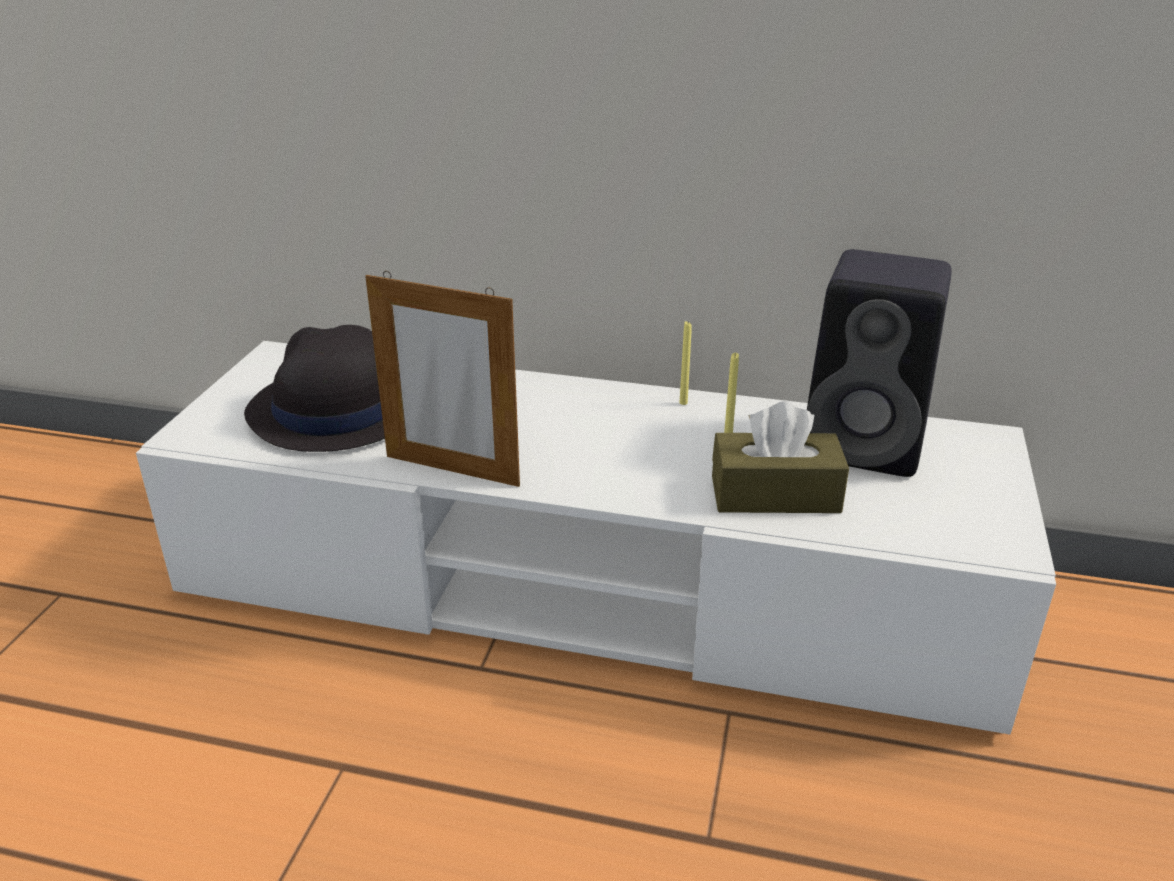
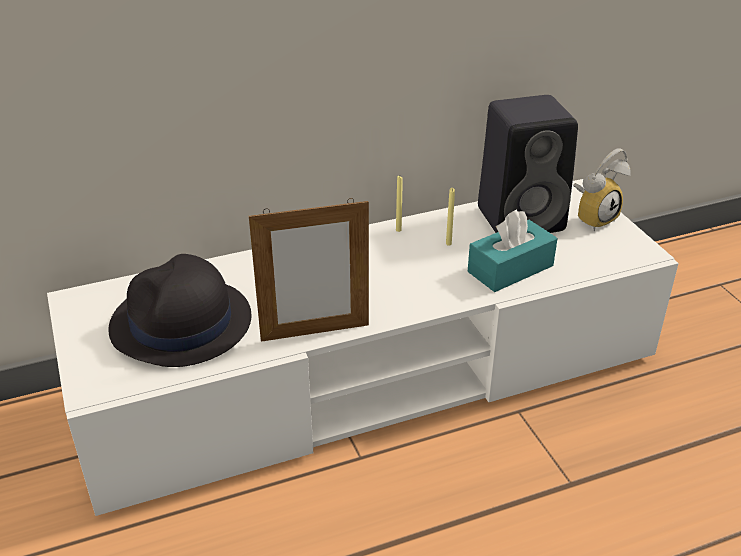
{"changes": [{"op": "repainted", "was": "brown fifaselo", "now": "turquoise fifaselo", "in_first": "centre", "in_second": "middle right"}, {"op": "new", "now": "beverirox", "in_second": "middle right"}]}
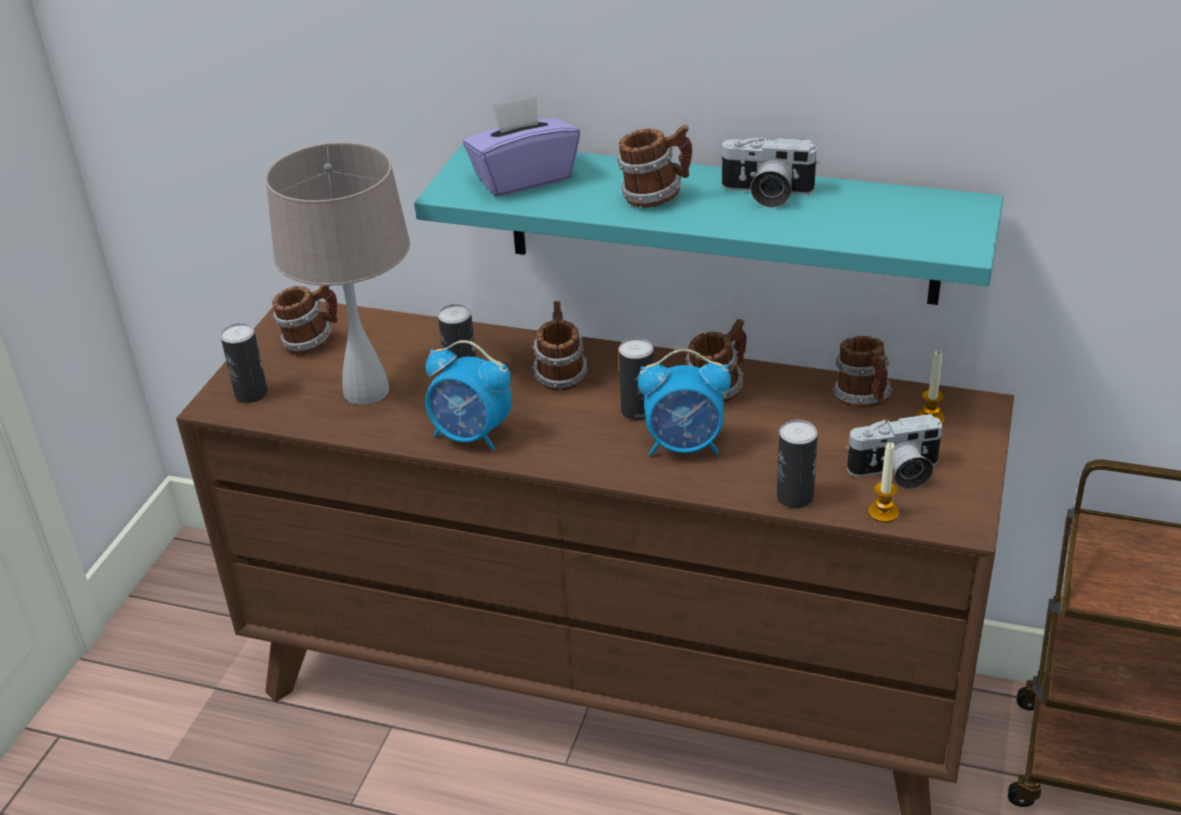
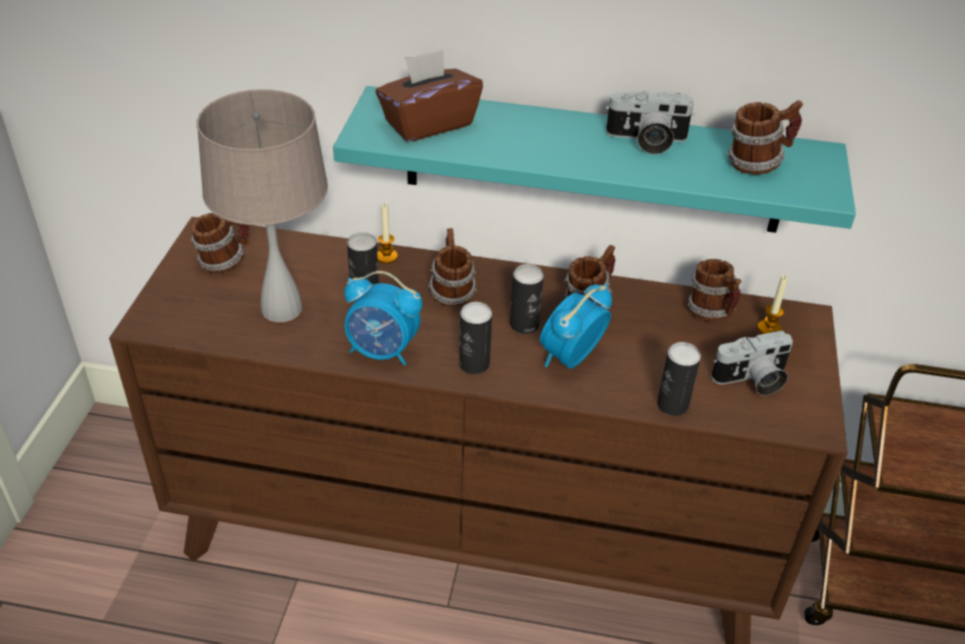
{"changes": [{"op": "repainted", "was": "purple fifaselo", "now": "brown fifaselo", "in_first": "top centre", "in_second": "top centre"}, {"op": "shifted", "was": "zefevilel (no. 1 from left)", "in_first": "middle right", "in_second": "centre"}, {"op": "shifted", "was": "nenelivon (no. 1 from left in the first image)", "now": "nenelivon (no. 2 from left)", "in_first": "middle left", "in_second": "centre"}, {"op": "rotated", "was": "beverirox (no. 2 from left)", "in_first": "centre", "in_second": "centre", "clockwise": 135}, {"op": "shifted", "was": "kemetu (no. 3 from left in the first image)", "now": "kemetu (no. 5 from left)", "in_first": "top centre", "in_second": "top right"}]}
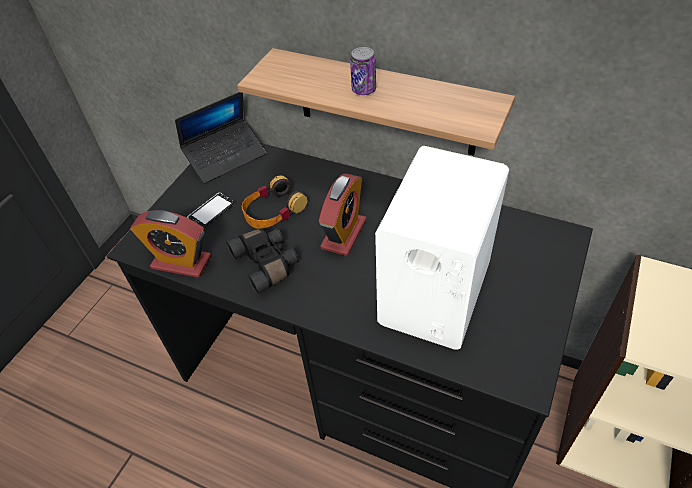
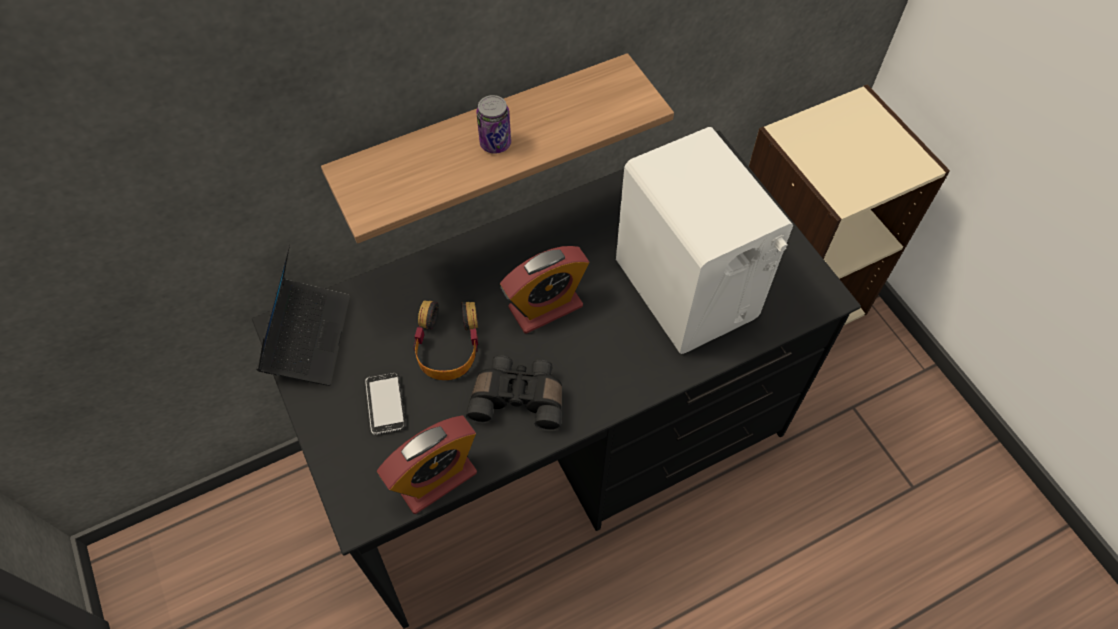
{"changes": [{"op": "rotated", "was": "beverirox (no. 2 from left)", "in_first": "centre", "in_second": "centre", "clockwise": 90}]}
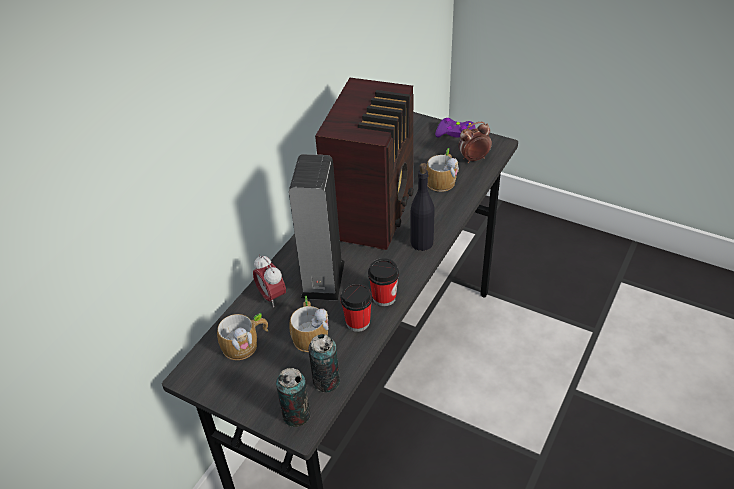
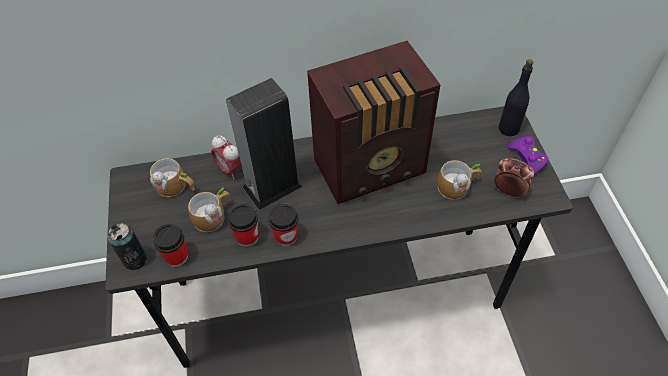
{"changes": [{"op": "swapped", "was": "nenelivon (no. 2 from left)", "now": "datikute (no. 1 from left)", "in_first": "bottom centre", "in_second": "middle left"}, {"op": "rotated", "was": "beverirox (no. 1 from left)", "in_first": "centre", "in_second": "centre", "clockwise": -60}, {"op": "shifted", "was": "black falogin", "in_first": "centre", "in_second": "top right"}]}
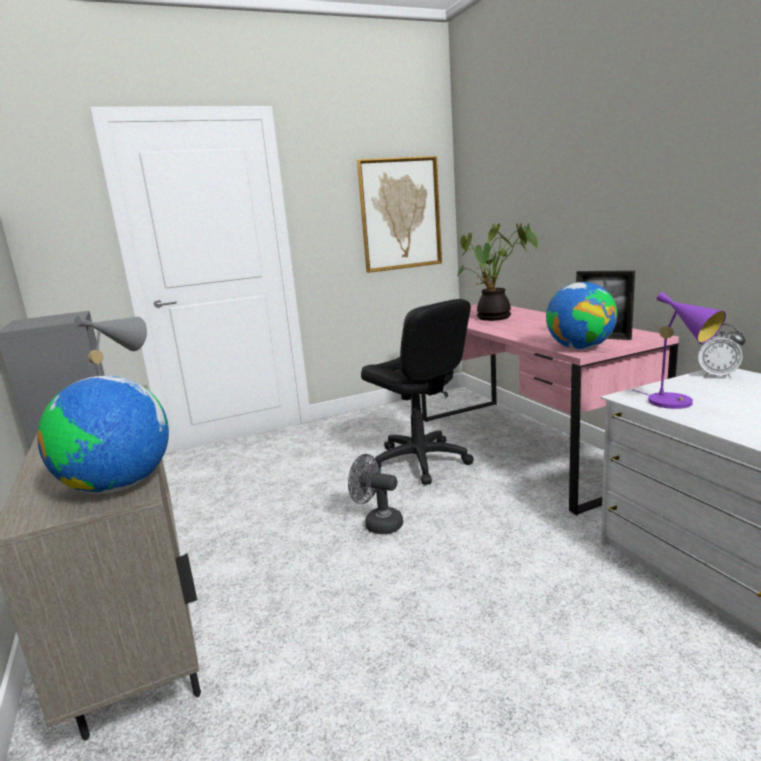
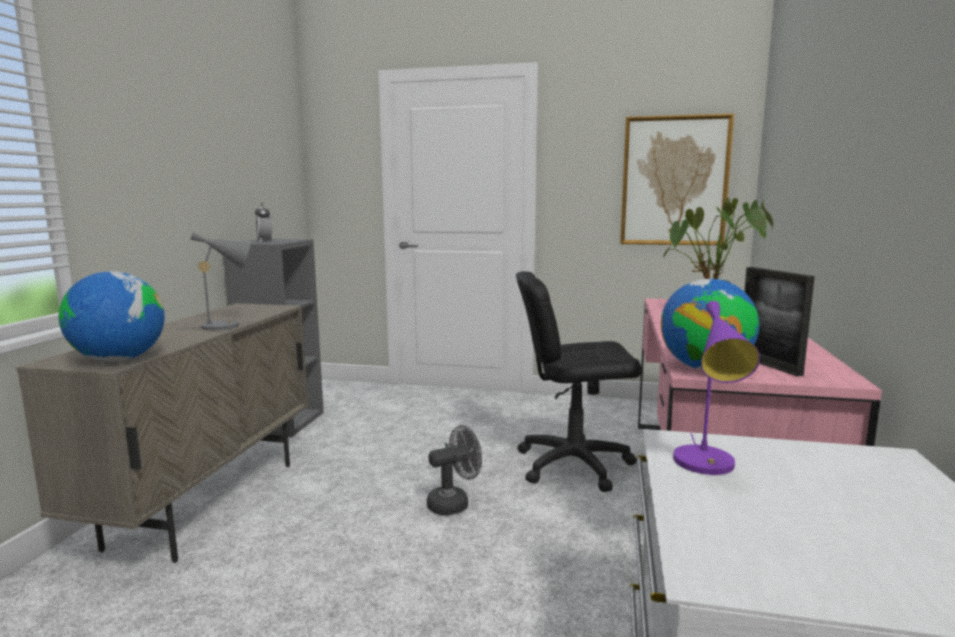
{"changes": [{"op": "shifted", "was": "beverirox", "in_first": "middle right", "in_second": "middle left"}, {"op": "rotated", "was": "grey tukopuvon", "in_first": "centre", "in_second": "bottom centre", "clockwise": 90}, {"op": "rotated", "was": "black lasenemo", "in_first": "centre", "in_second": "centre", "clockwise": 90}]}
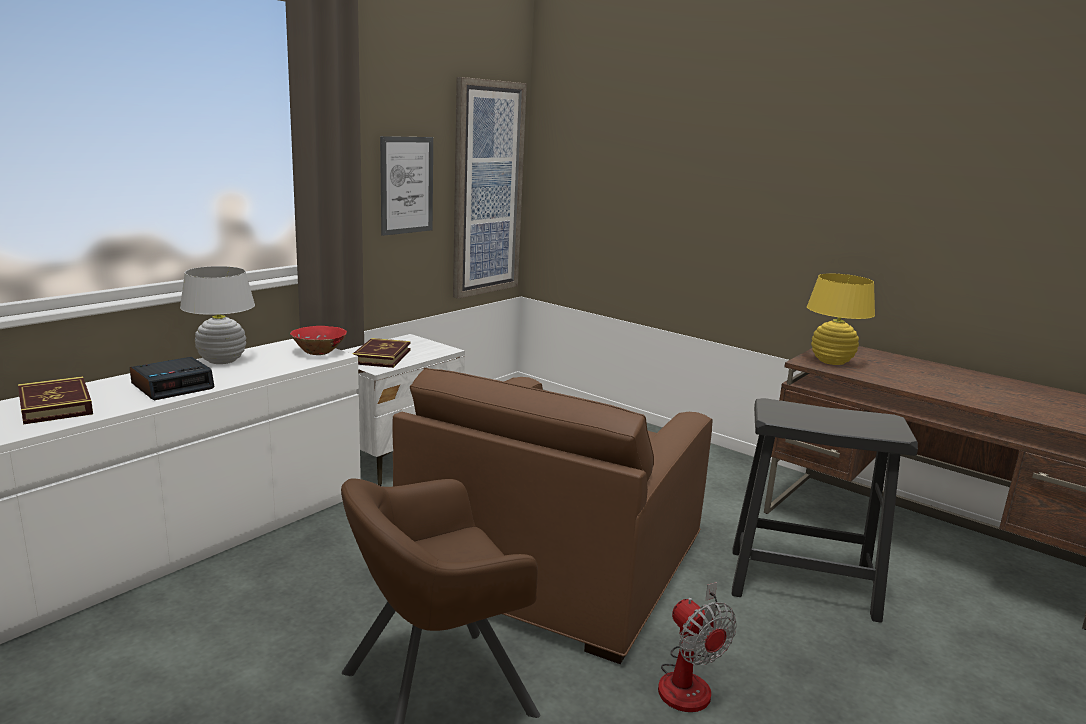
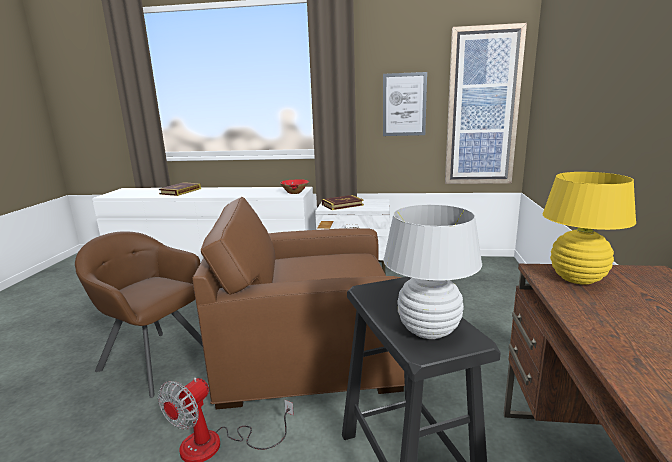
{"changes": [{"op": "shifted", "was": "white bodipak", "in_first": "middle left", "in_second": "centre"}, {"op": "gone", "was": "beverirox", "in_first": "middle left"}]}
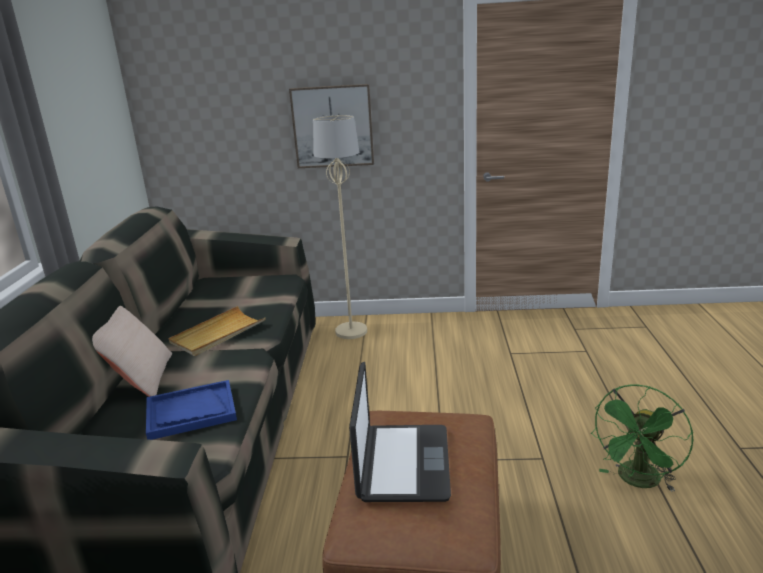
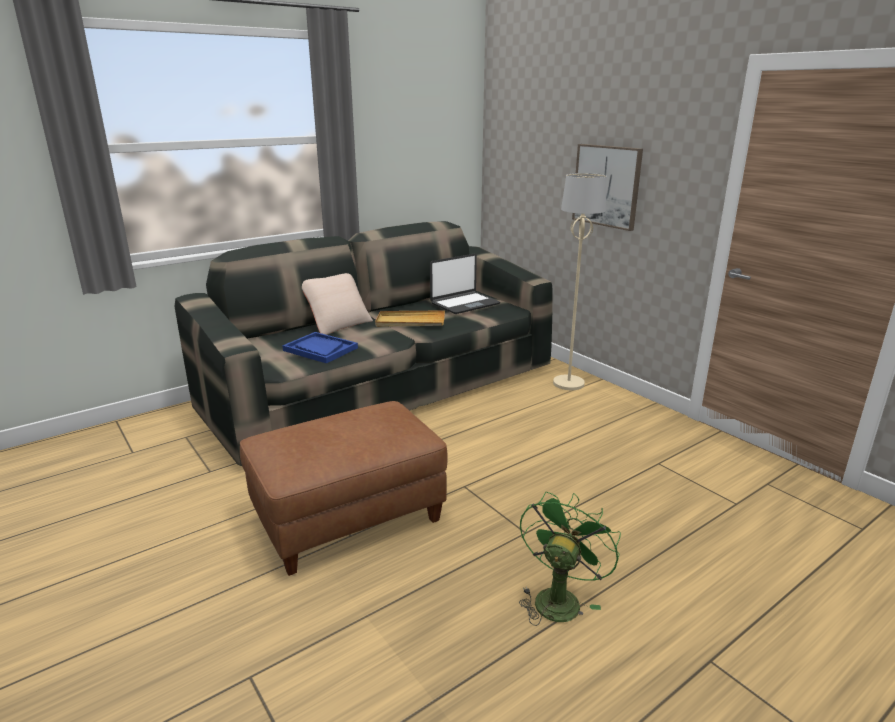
{"changes": [{"op": "shifted", "was": "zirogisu", "in_first": "bottom centre", "in_second": "centre"}, {"op": "rotated", "was": "green tukopuvon", "in_first": "bottom right", "in_second": "bottom centre", "clockwise": 120}]}
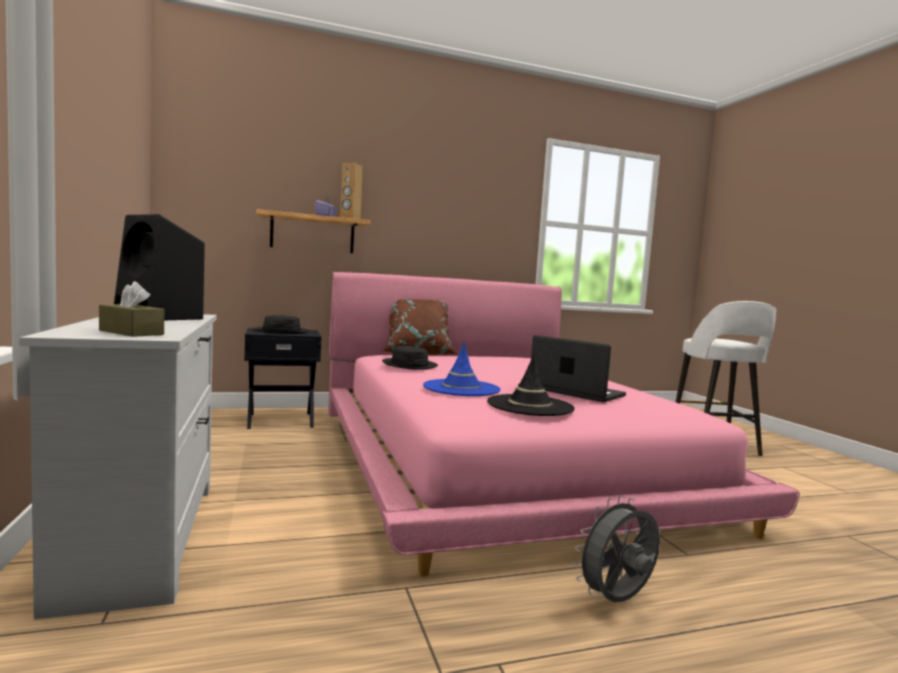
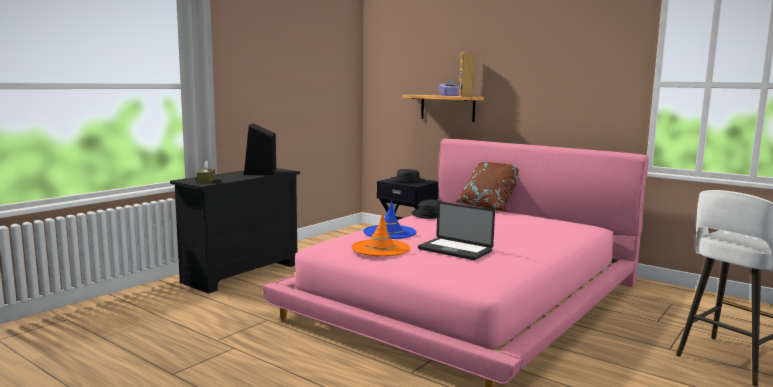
{"changes": [{"op": "repainted", "was": "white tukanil", "now": "black tukanil", "in_first": "bottom left", "in_second": "middle left"}, {"op": "repainted", "was": "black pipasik (no. 3 from left)", "now": "orange pipasik", "in_first": "centre", "in_second": "centre"}, {"op": "rotated", "was": "zirogisu", "in_first": "centre", "in_second": "centre", "clockwise": 120}, {"op": "gone", "was": "grey tukopuvon", "in_first": "bottom right"}]}
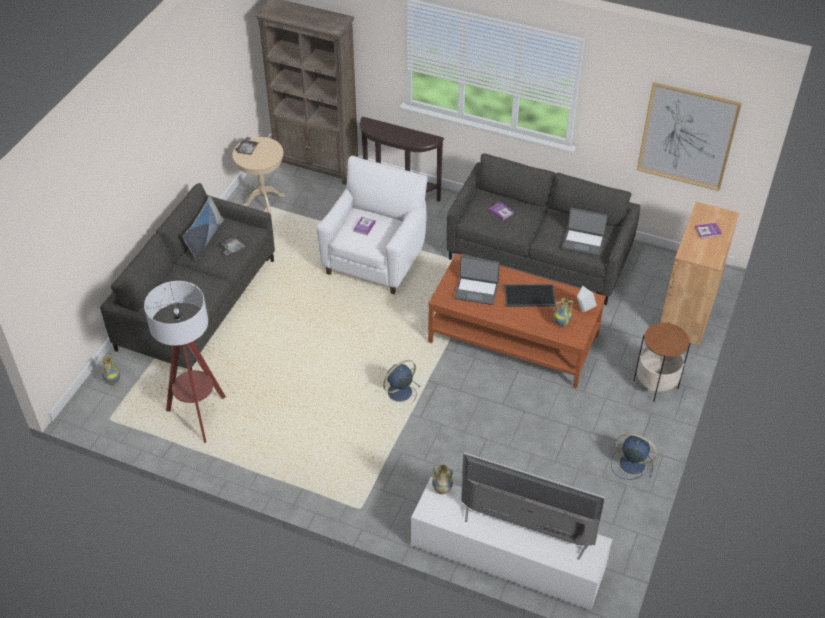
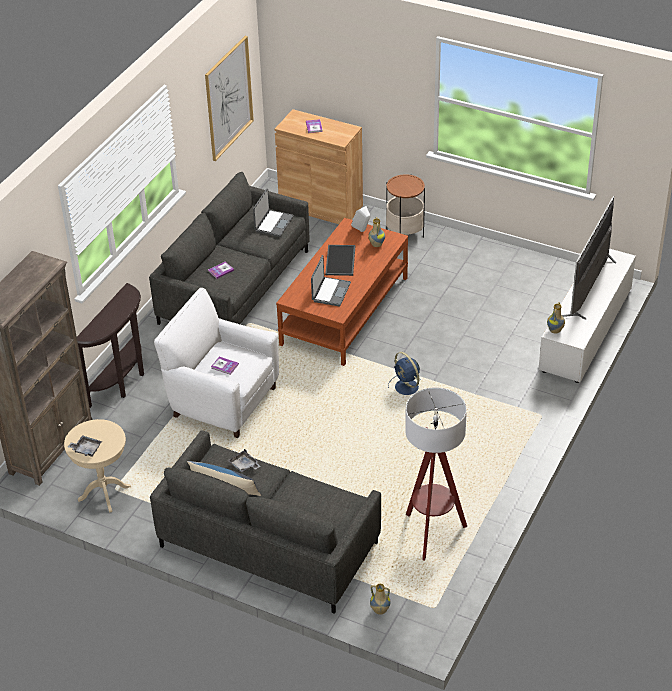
{"changes": [{"op": "gone", "was": "blue tukopuvon (no. 2 from left)", "in_first": "bottom right"}]}
